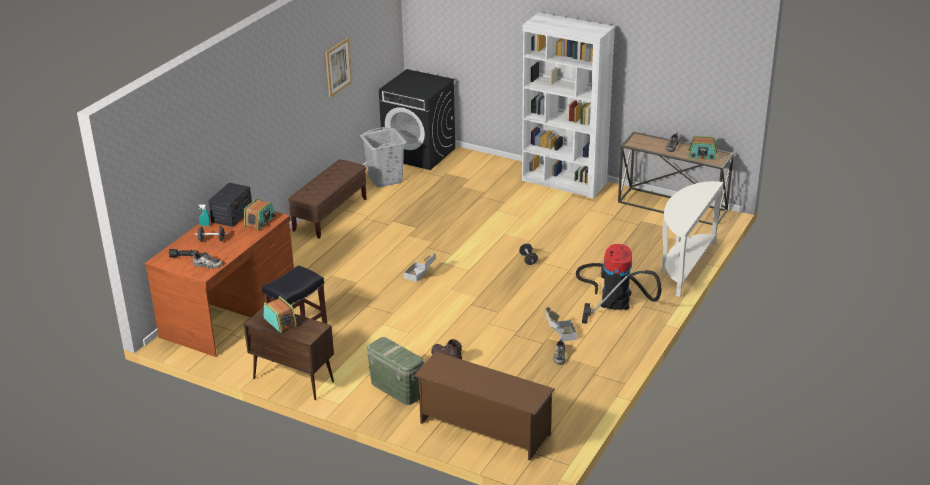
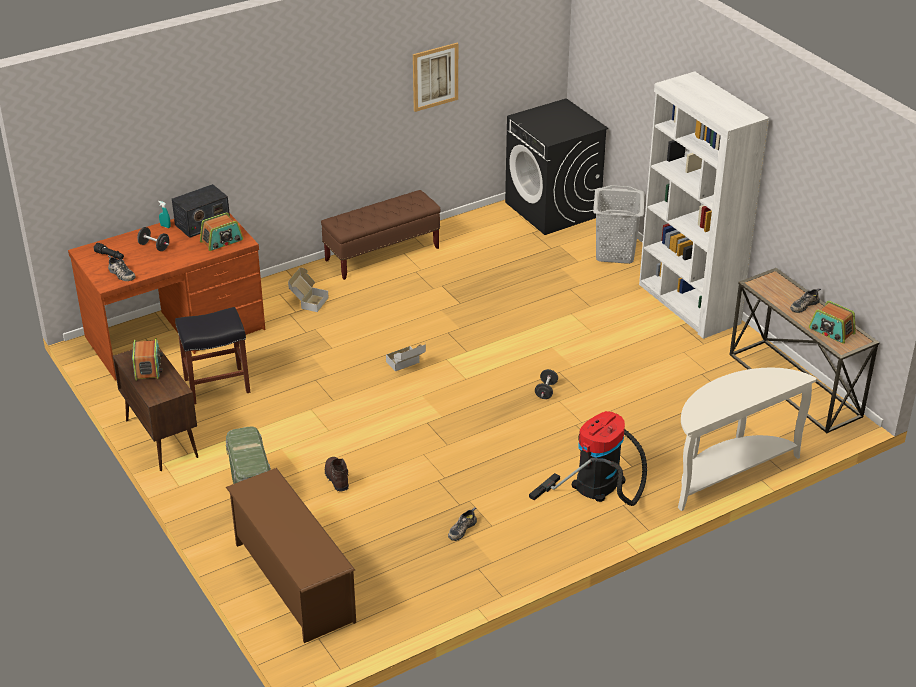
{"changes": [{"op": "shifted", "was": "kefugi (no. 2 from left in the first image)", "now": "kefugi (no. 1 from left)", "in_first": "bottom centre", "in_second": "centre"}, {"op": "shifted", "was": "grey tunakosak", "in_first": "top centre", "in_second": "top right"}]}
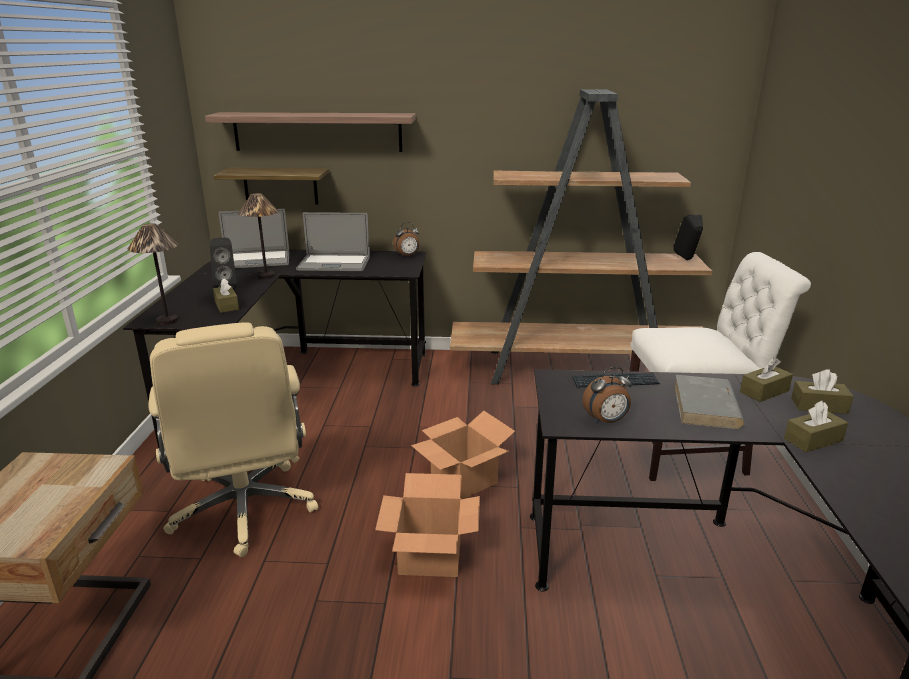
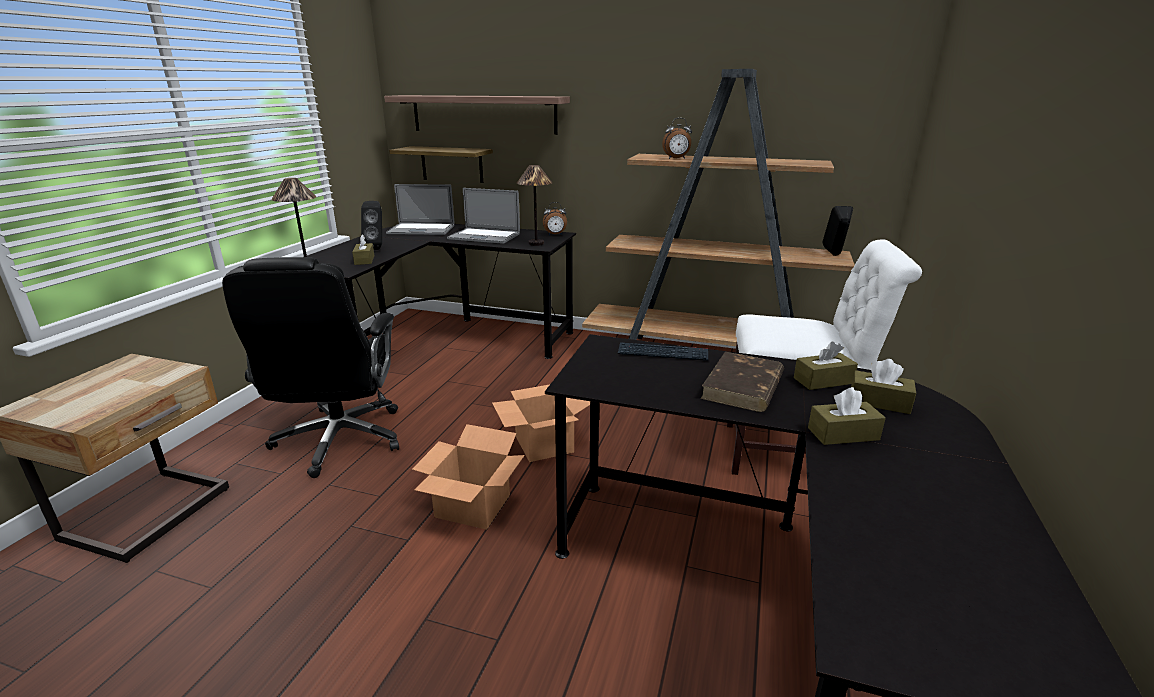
{"changes": [{"op": "repainted", "was": "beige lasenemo", "now": "black lasenemo", "in_first": "middle left", "in_second": "middle left"}, {"op": "shifted", "was": "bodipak (no. 2 from left)", "in_first": "middle left", "in_second": "top centre"}, {"op": "shifted", "was": "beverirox (no. 2 from left)", "in_first": "middle right", "in_second": "top centre"}, {"op": "repainted", "was": "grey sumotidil", "now": "brown sumotidil", "in_first": "middle right", "in_second": "centre"}]}
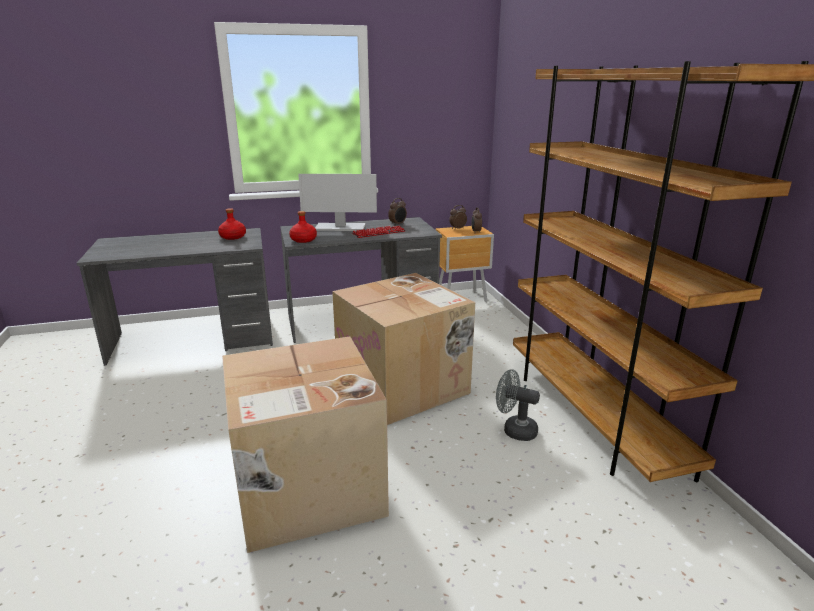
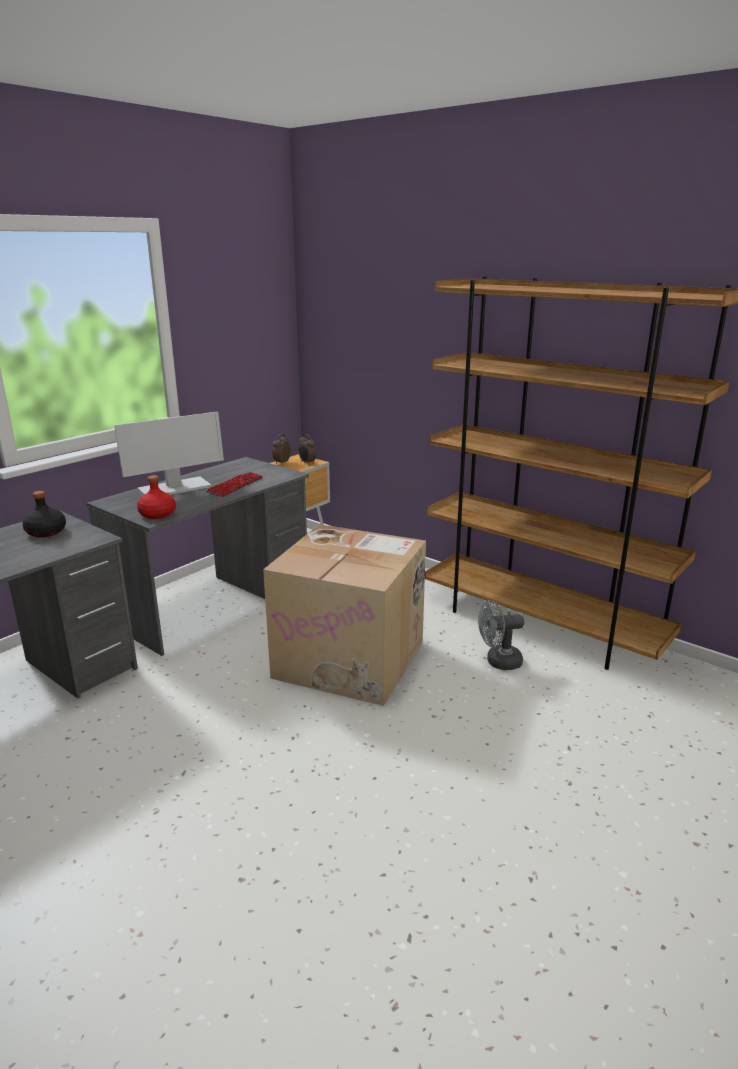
{"changes": [{"op": "repainted", "was": "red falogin (no. 1 from left)", "now": "black falogin", "in_first": "middle left", "in_second": "middle left"}, {"op": "gone", "was": "kefugi (no. 1 from left)", "in_first": "bottom centre"}, {"op": "gone", "was": "beverirox (no. 1 from left)", "in_first": "centre"}]}
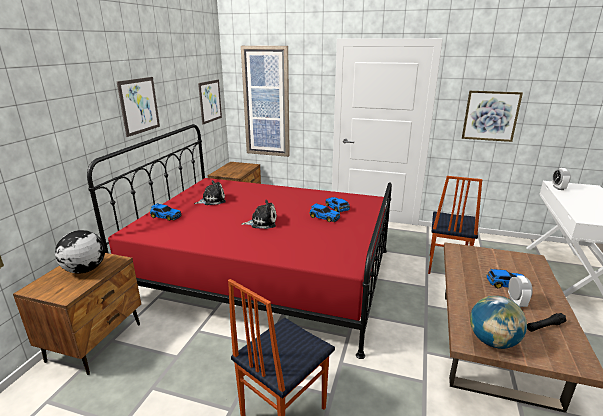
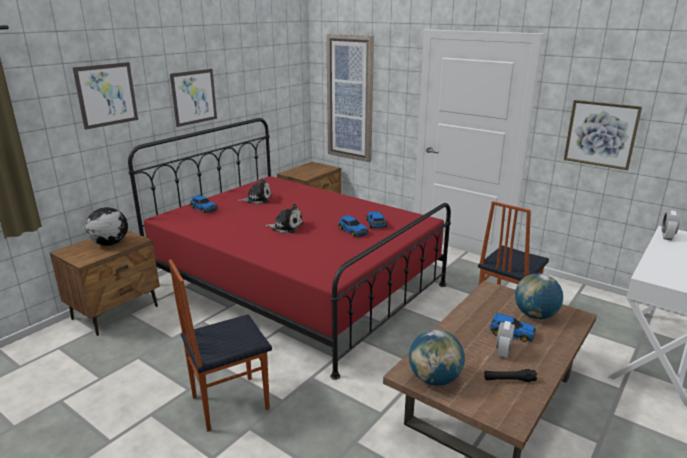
{"changes": [{"op": "shifted", "was": "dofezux (no. 2 from left in the first image)", "now": "dofezux (no. 1 from left)", "in_first": "top centre", "in_second": "top left"}, {"op": "new", "now": "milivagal (no. 3 from left)", "in_second": "middle right"}]}
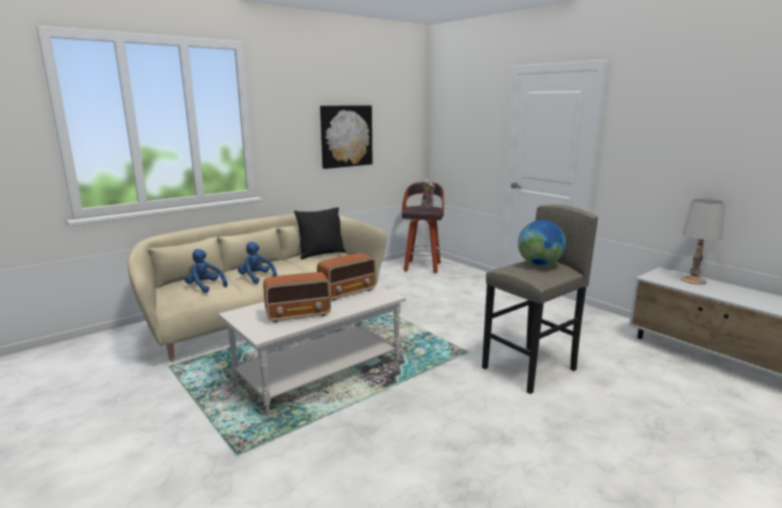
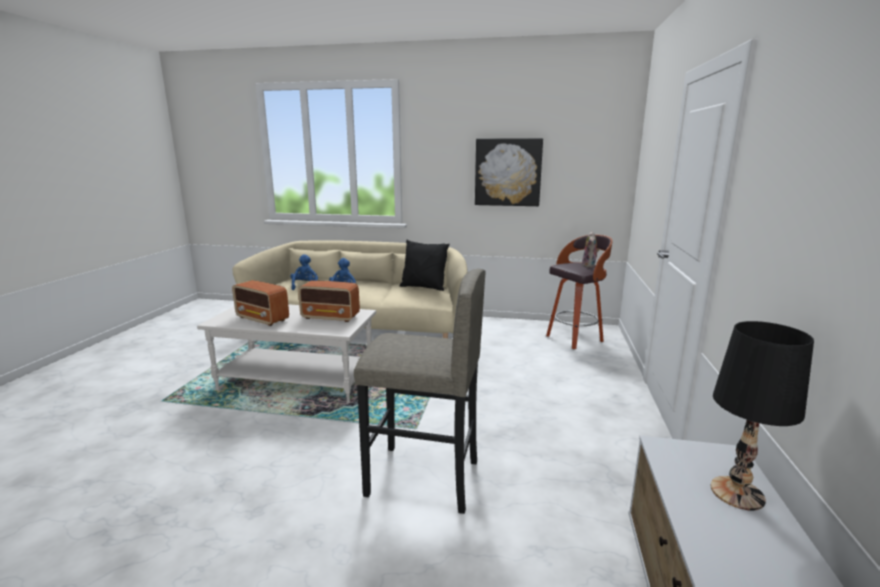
{"changes": [{"op": "repainted", "was": "white bodipak", "now": "black bodipak", "in_first": "middle right", "in_second": "bottom right"}, {"op": "gone", "was": "milivagal", "in_first": "middle right"}]}
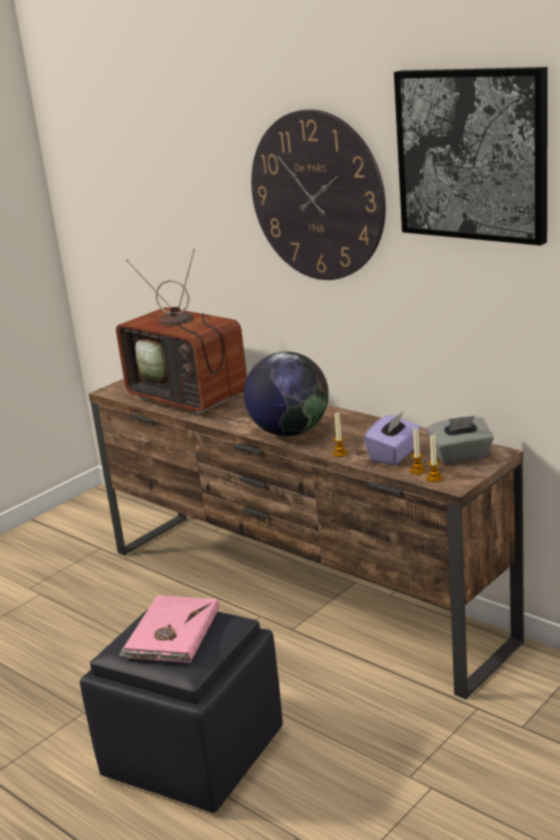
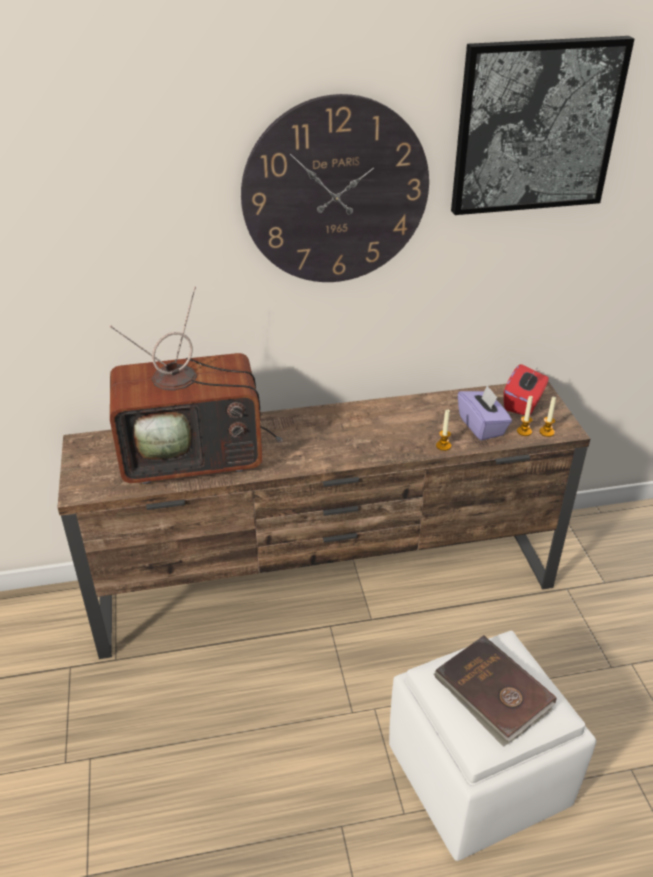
{"changes": [{"op": "repainted", "was": "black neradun", "now": "white neradun", "in_first": "bottom left", "in_second": "bottom right"}, {"op": "repainted", "was": "pink sumotidil", "now": "brown sumotidil", "in_first": "bottom left", "in_second": "bottom right"}, {"op": "repainted", "was": "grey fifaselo", "now": "red fifaselo", "in_first": "middle right", "in_second": "middle right"}, {"op": "gone", "was": "milivagal", "in_first": "centre"}]}
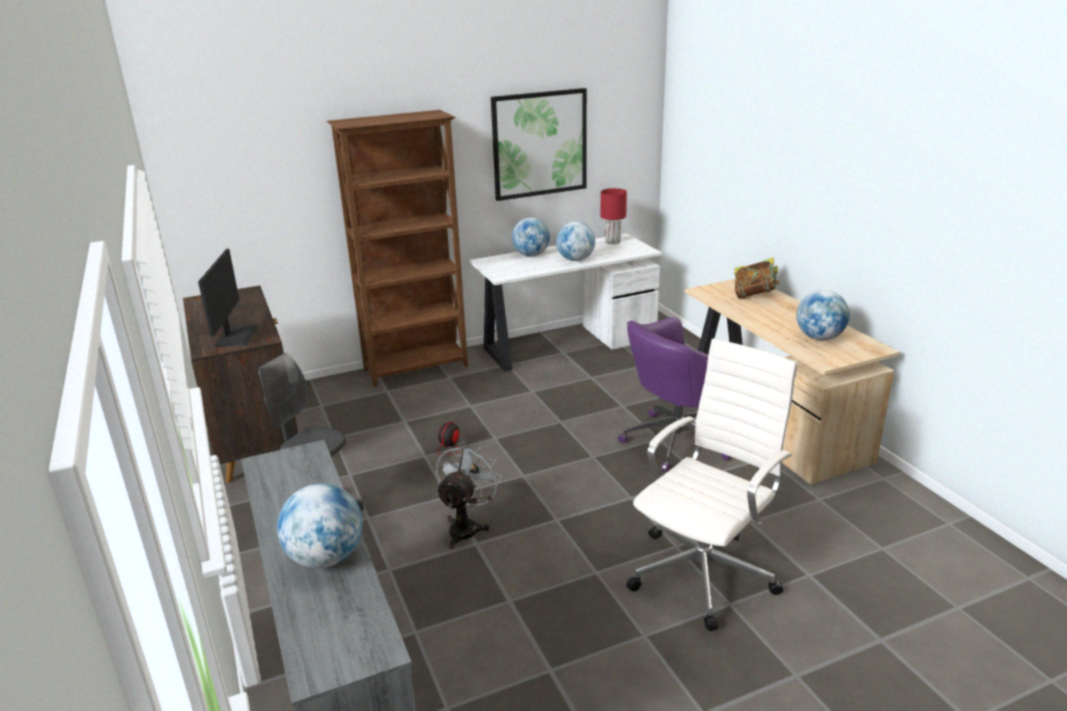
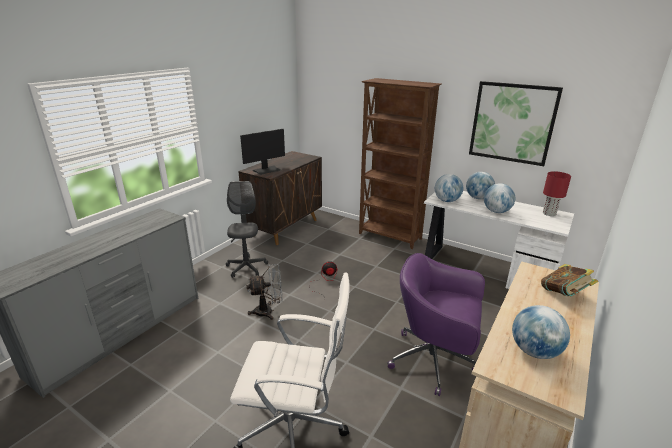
{"changes": [{"op": "shifted", "was": "milivagal (no. 1 from left)", "in_first": "bottom left", "in_second": "middle right"}]}
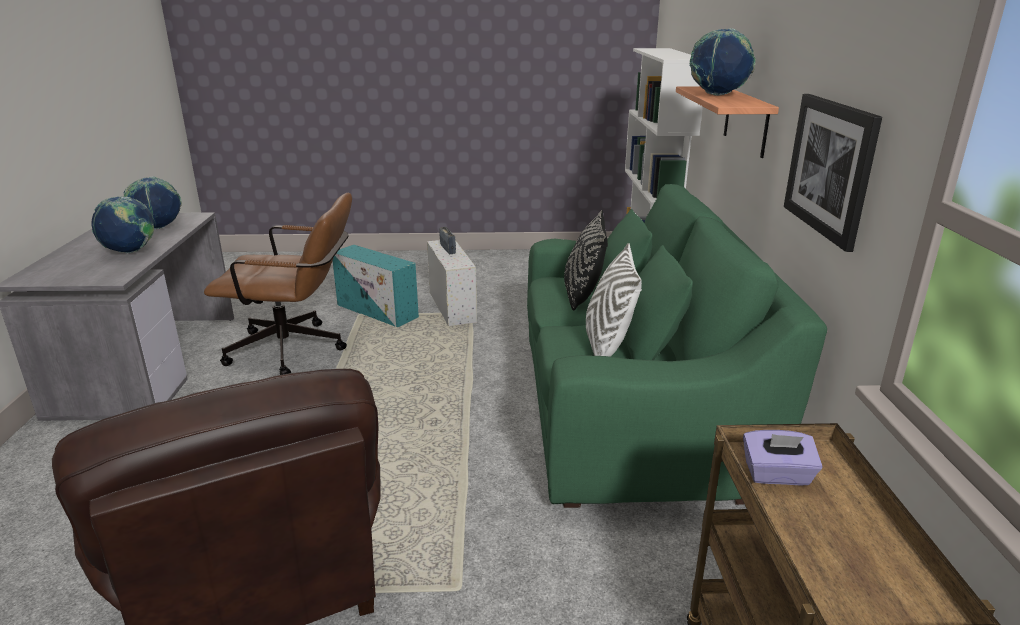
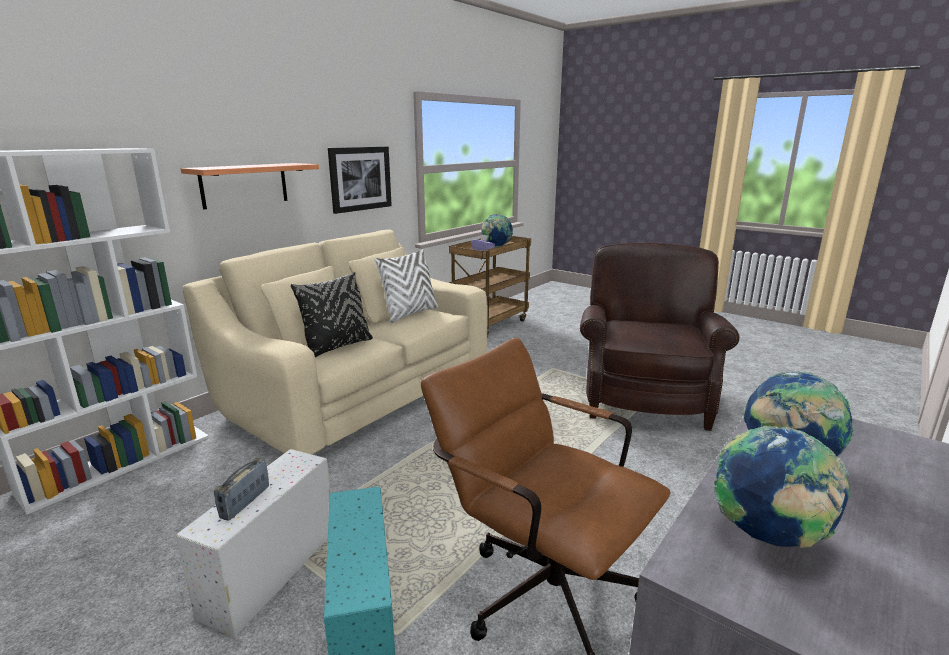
{"changes": [{"op": "repainted", "was": "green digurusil", "now": "beige digurusil", "in_first": "centre", "in_second": "centre"}, {"op": "shifted", "was": "milivagal (no. 3 from left in the first image)", "now": "milivagal (no. 1 from left)", "in_first": "top right", "in_second": "centre"}]}
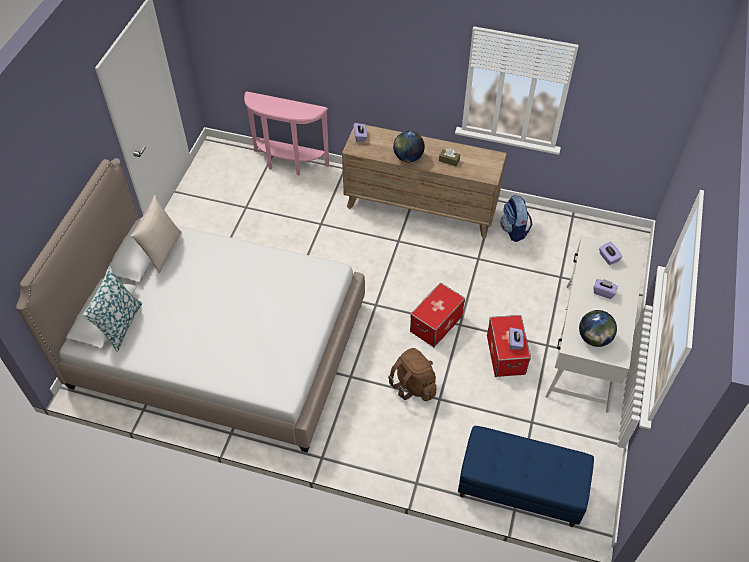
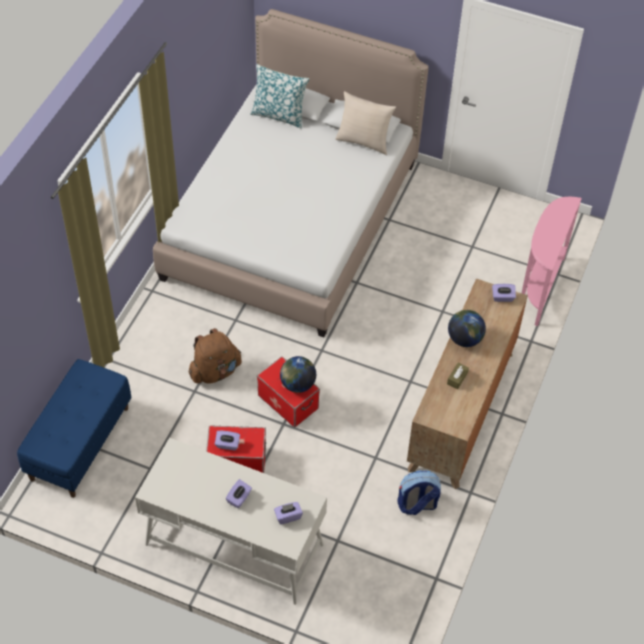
{"changes": [{"op": "shifted", "was": "milivagal (no. 2 from left in the first image)", "now": "milivagal (no. 1 from left)", "in_first": "middle right", "in_second": "centre"}]}
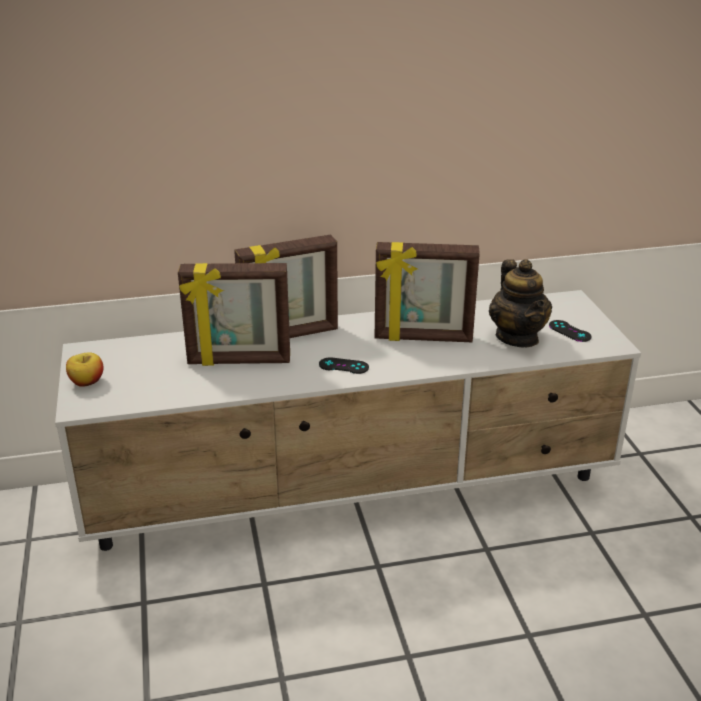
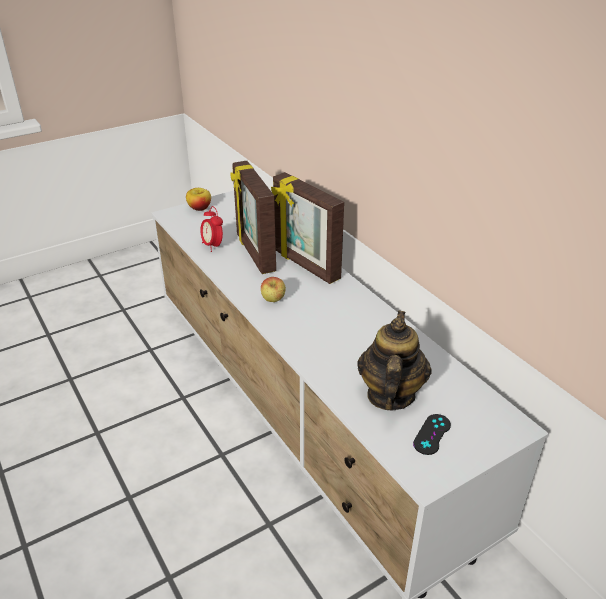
{"changes": [{"op": "new", "now": "beverirox", "in_second": "centre"}, {"op": "swapped", "was": "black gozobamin (no. 1 from left)", "now": "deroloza (no. 2 from left)", "in_first": "centre", "in_second": "centre"}, {"op": "rotated", "was": "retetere", "in_first": "middle right", "in_second": "centre", "clockwise": 135}, {"op": "gone", "was": "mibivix (no. 3 from left)", "in_first": "centre"}]}
